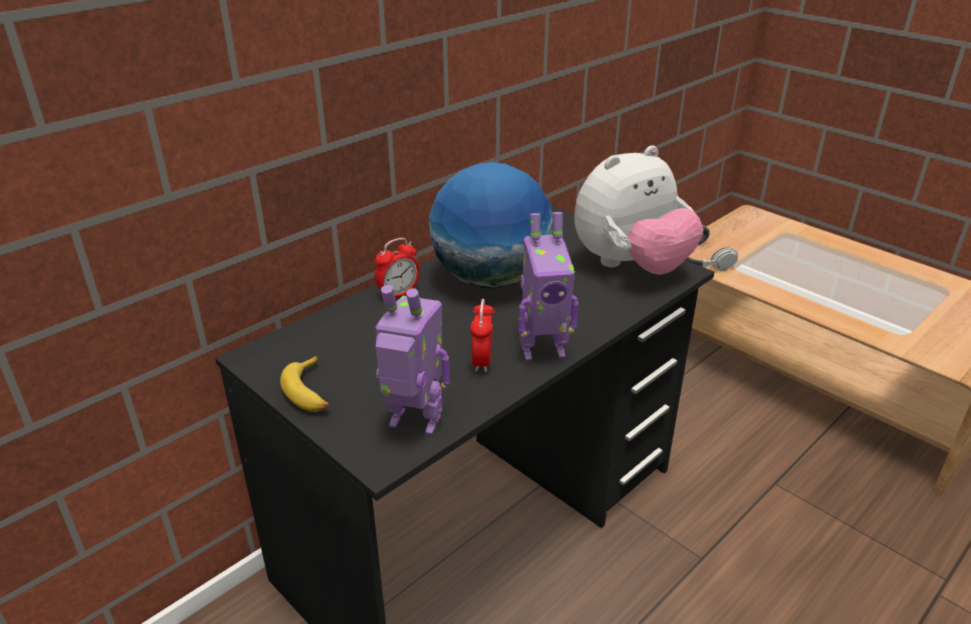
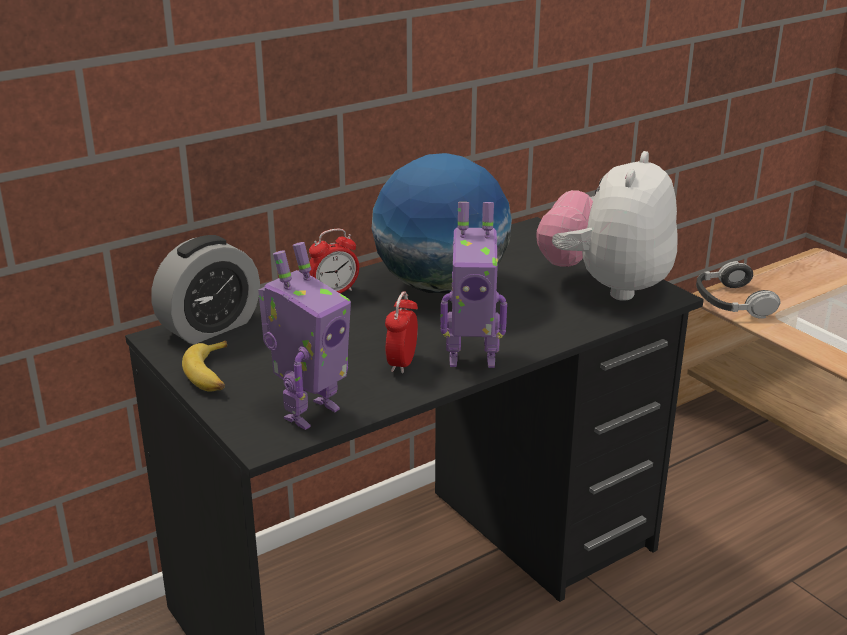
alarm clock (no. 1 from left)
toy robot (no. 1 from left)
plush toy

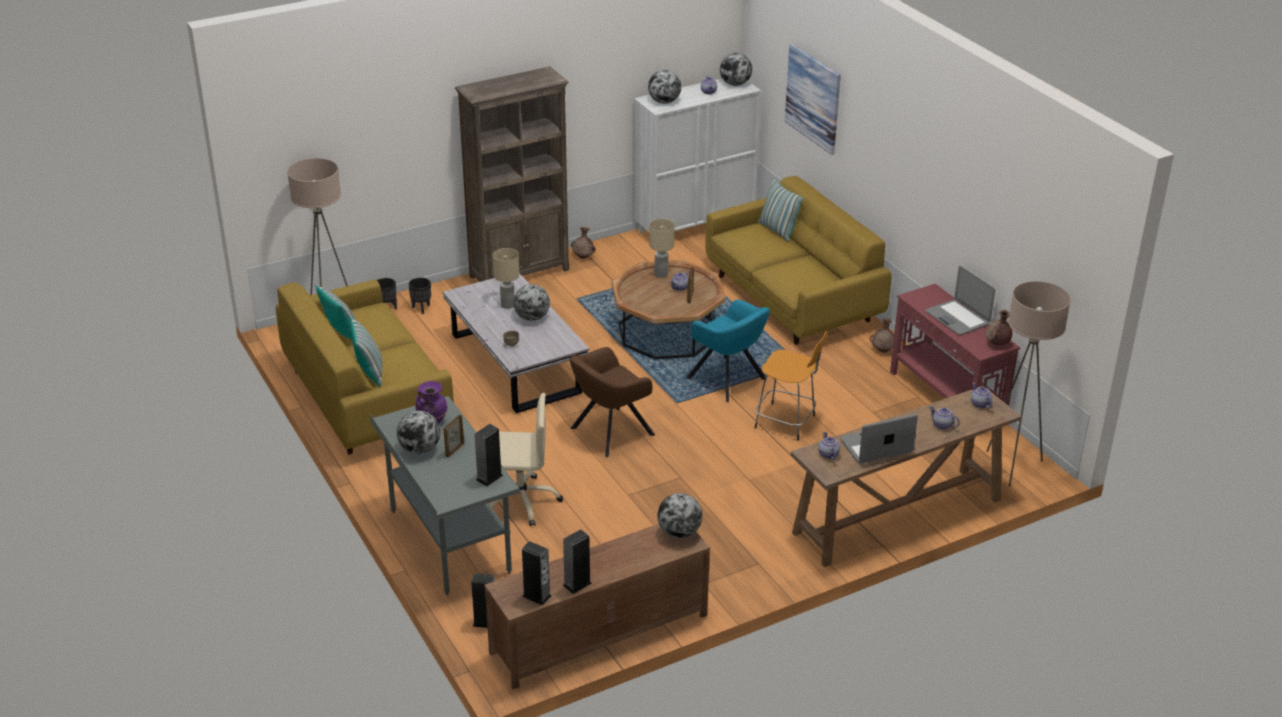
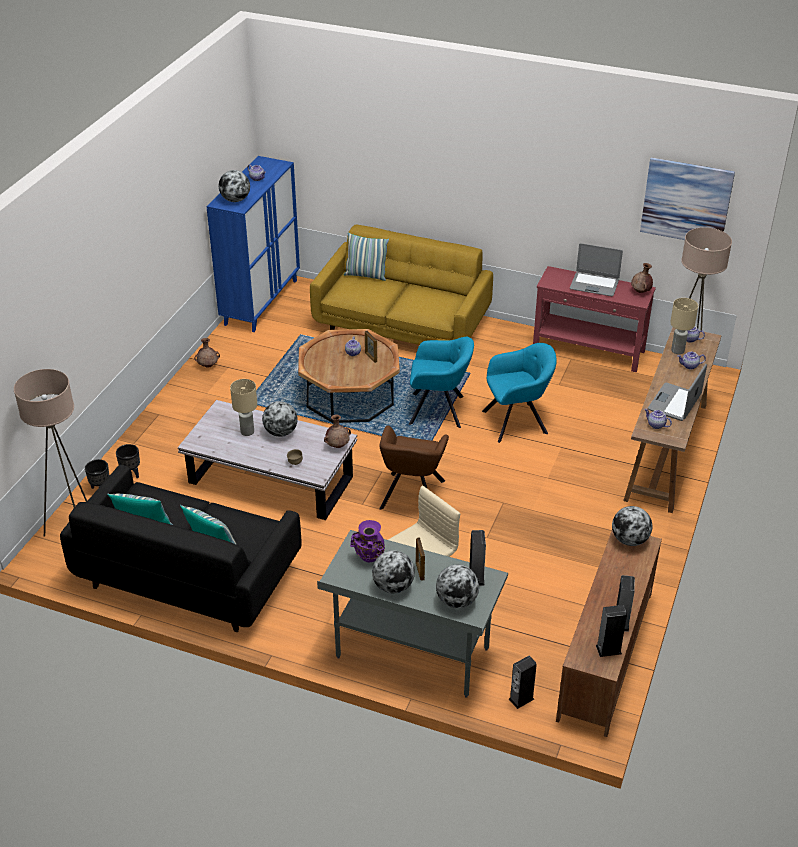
brown bookcase
beige table lamp (no. 2 from left)
globe (no. 4 from left)
picture
brown vase (no. 2 from left)
turquoise armchair (no. 2 from left)
black sofa
blue cabinet

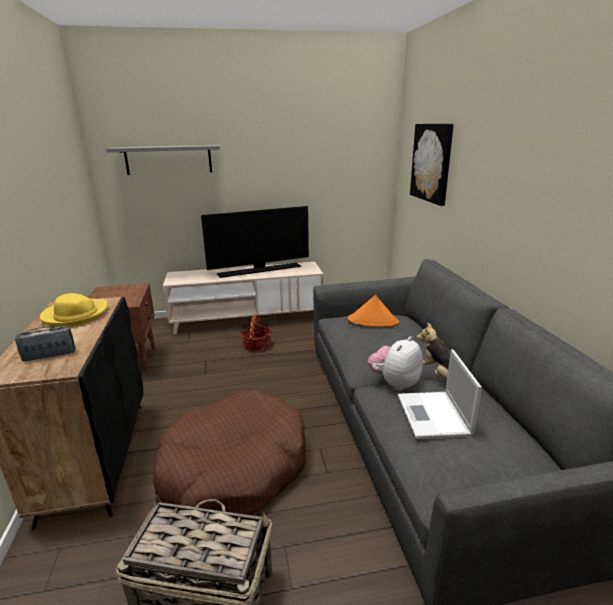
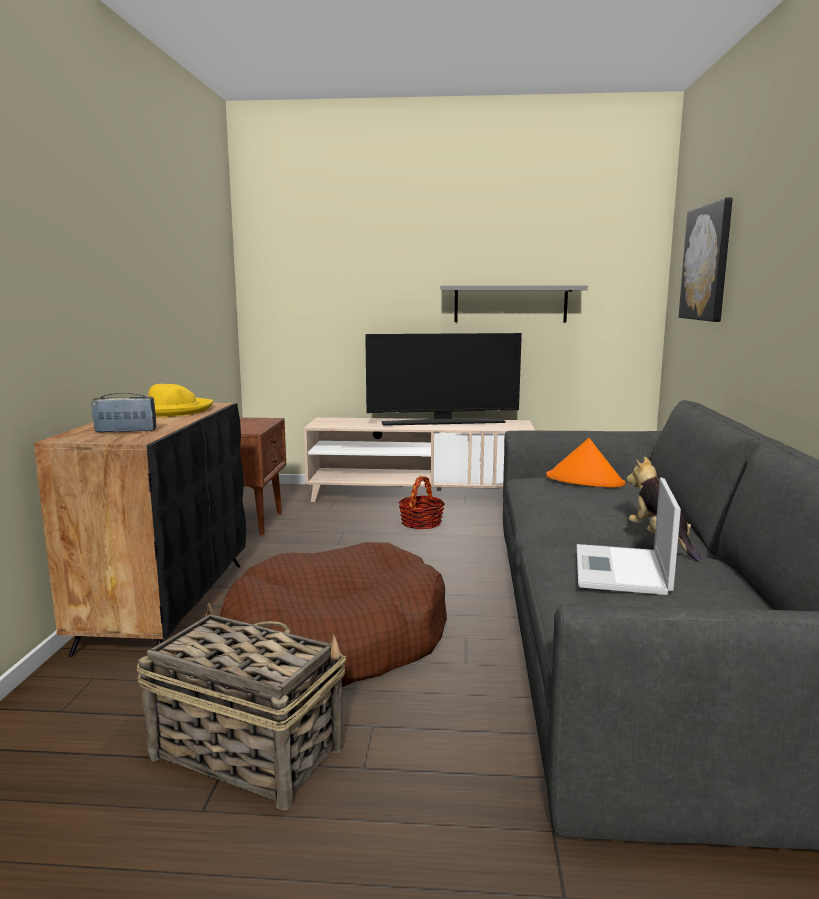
plush toy (no. 1 from left in the first image)
grey shelf

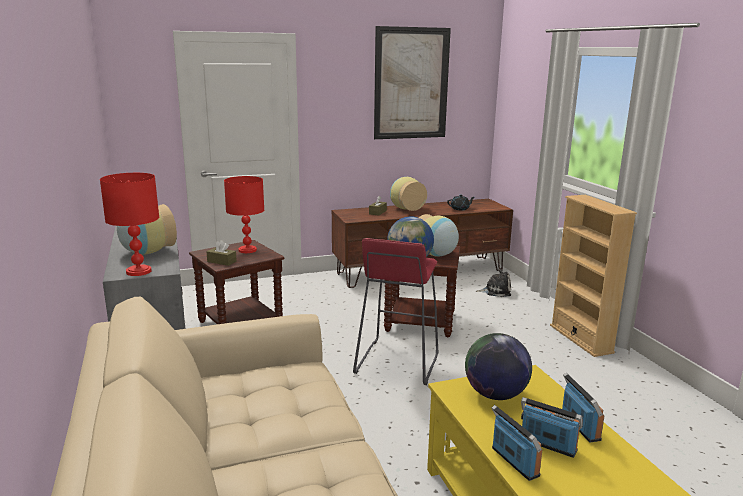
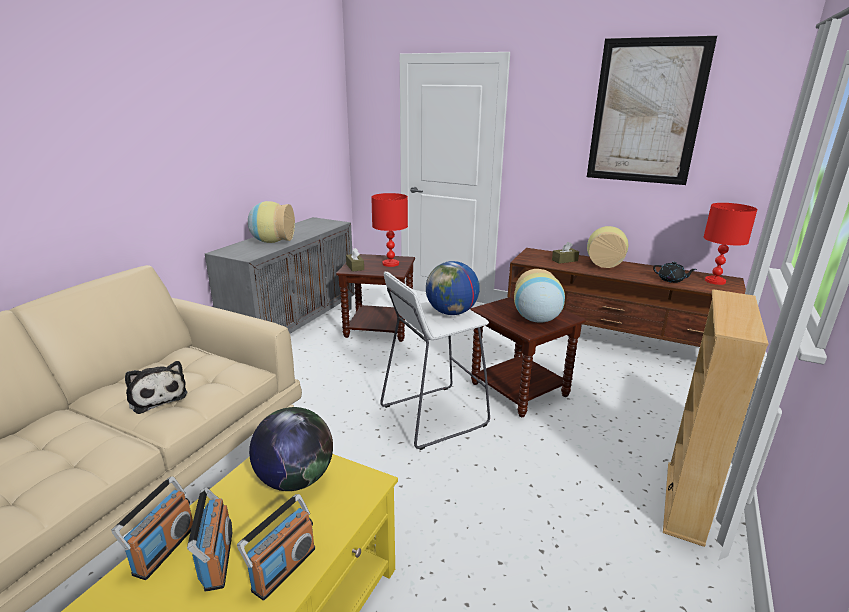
red table lamp (no. 2 from left)
plush toy
white stool

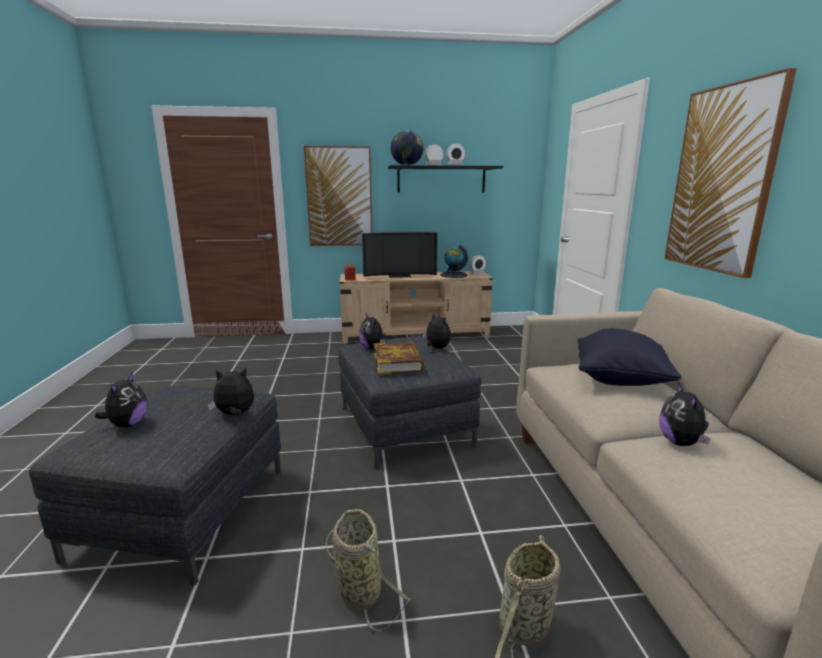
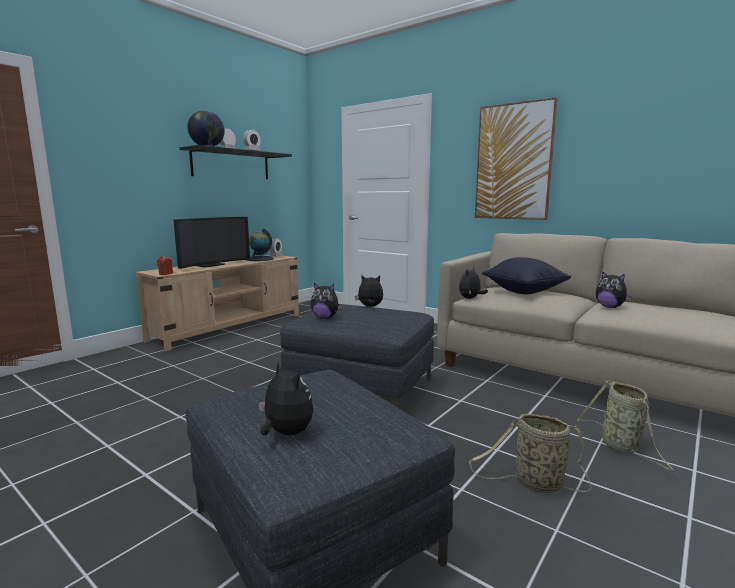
picture (no. 1 from left in the first image)
book
plush toy (no. 4 from left)

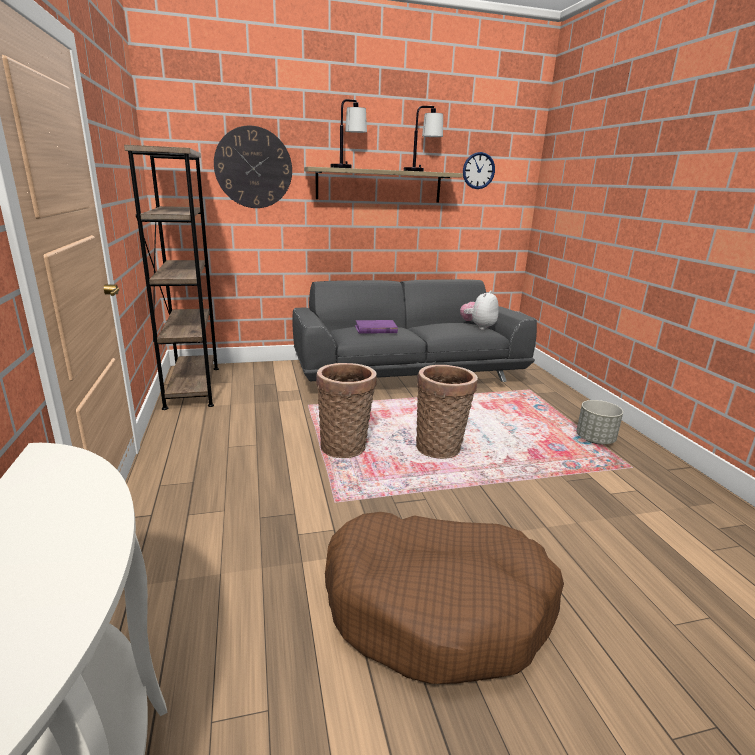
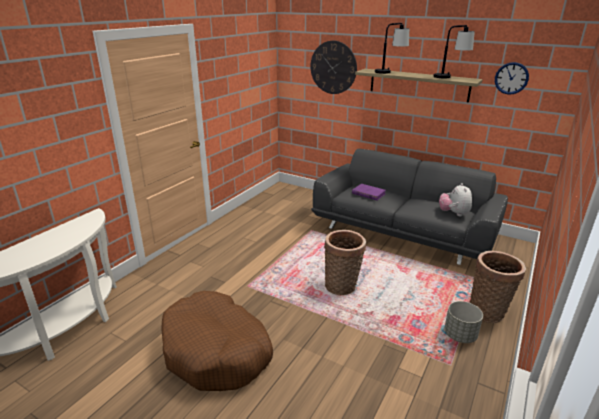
brown bookcase
basket (no. 2 from left)
plush toy

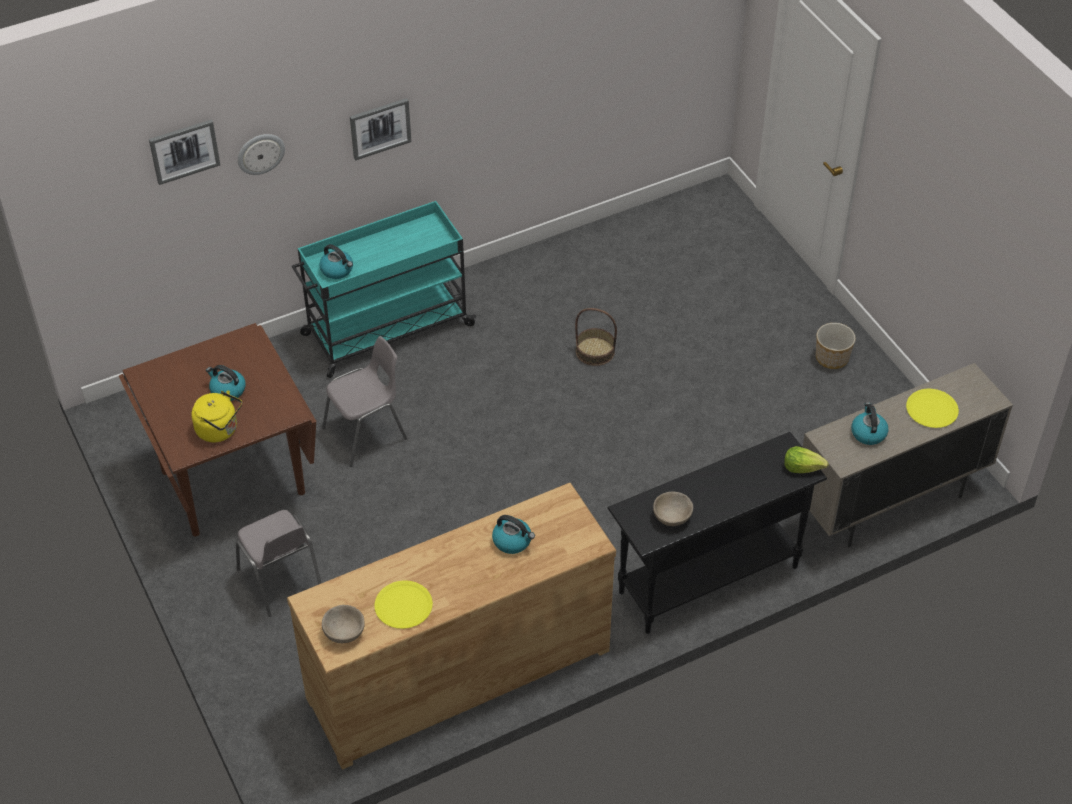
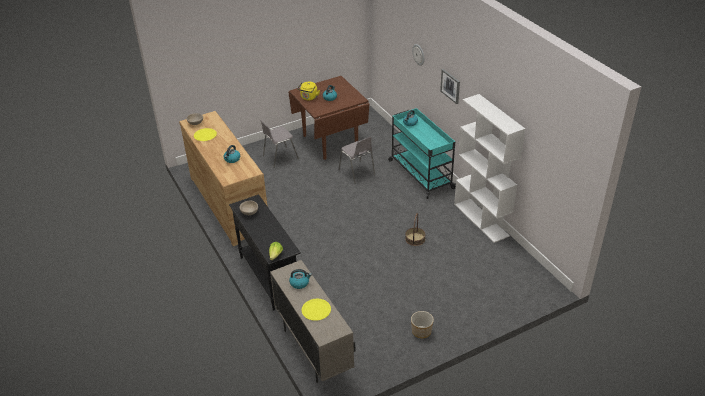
picture (no. 1 from left in the first image)
white bookcase

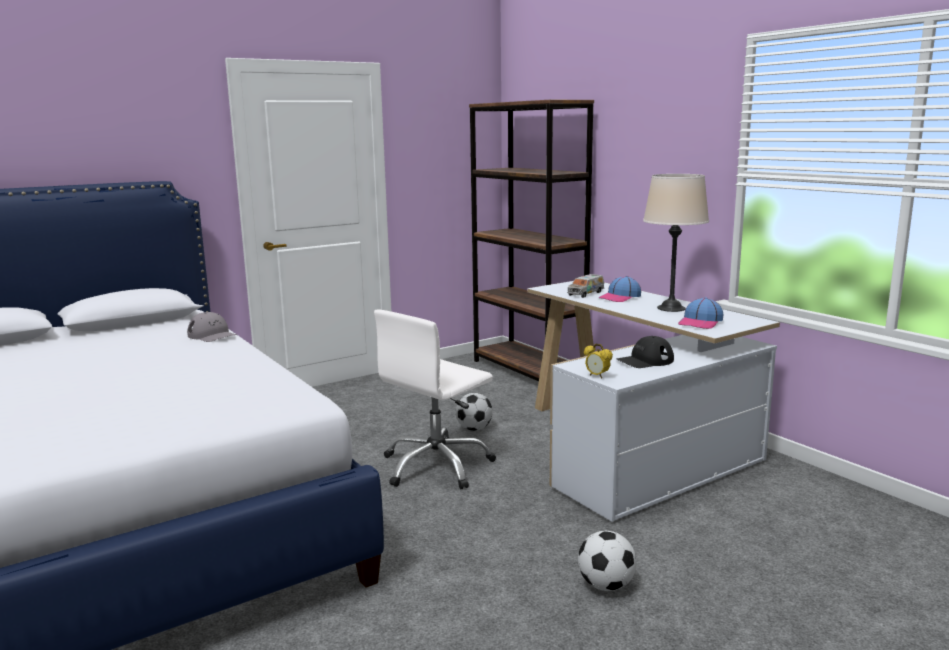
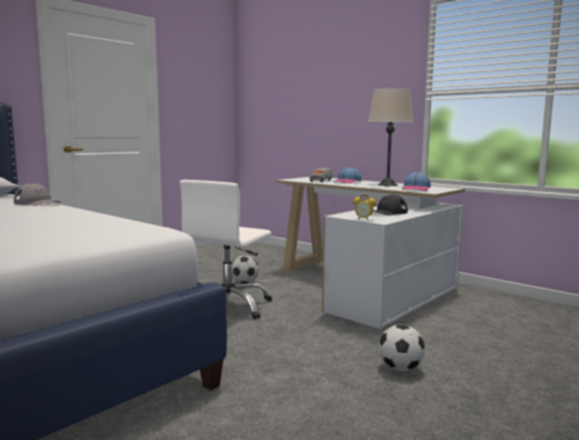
brown bookcase

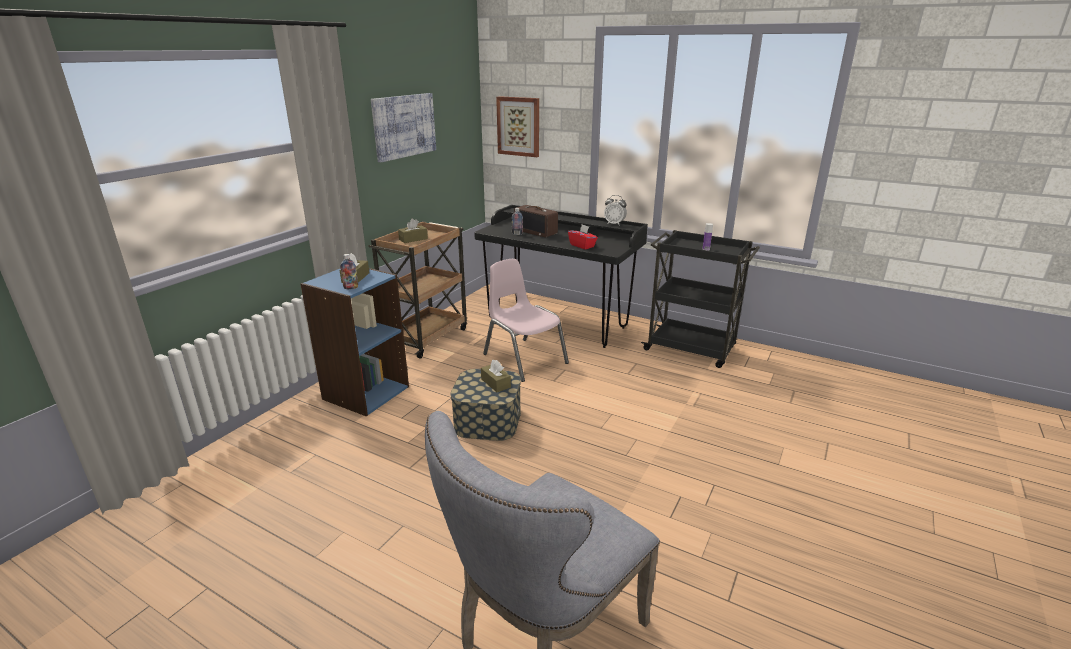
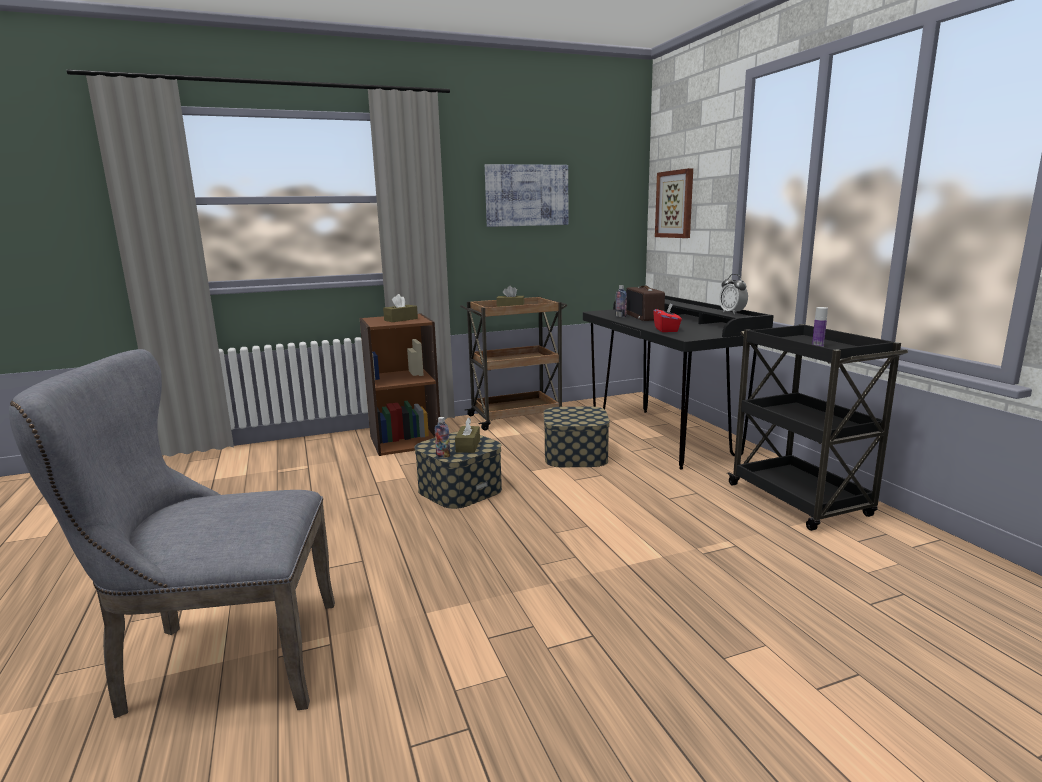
bottle (no. 1 from left)
storage box (no. 2 from left)
brown bookcase

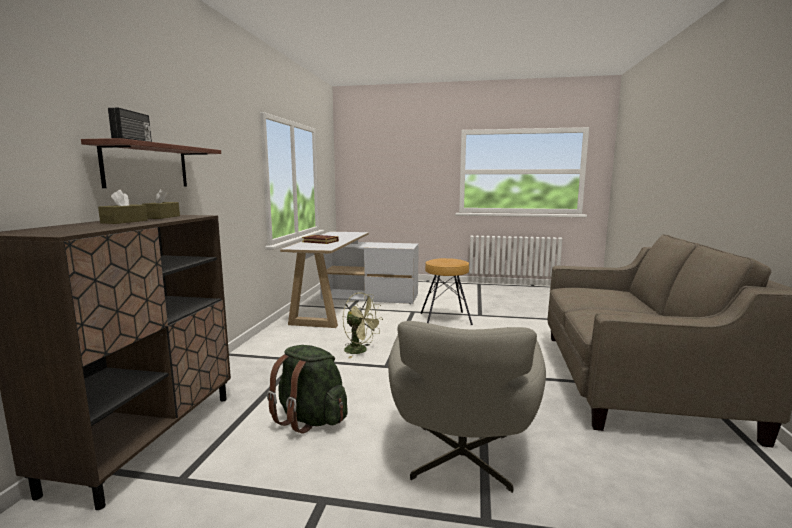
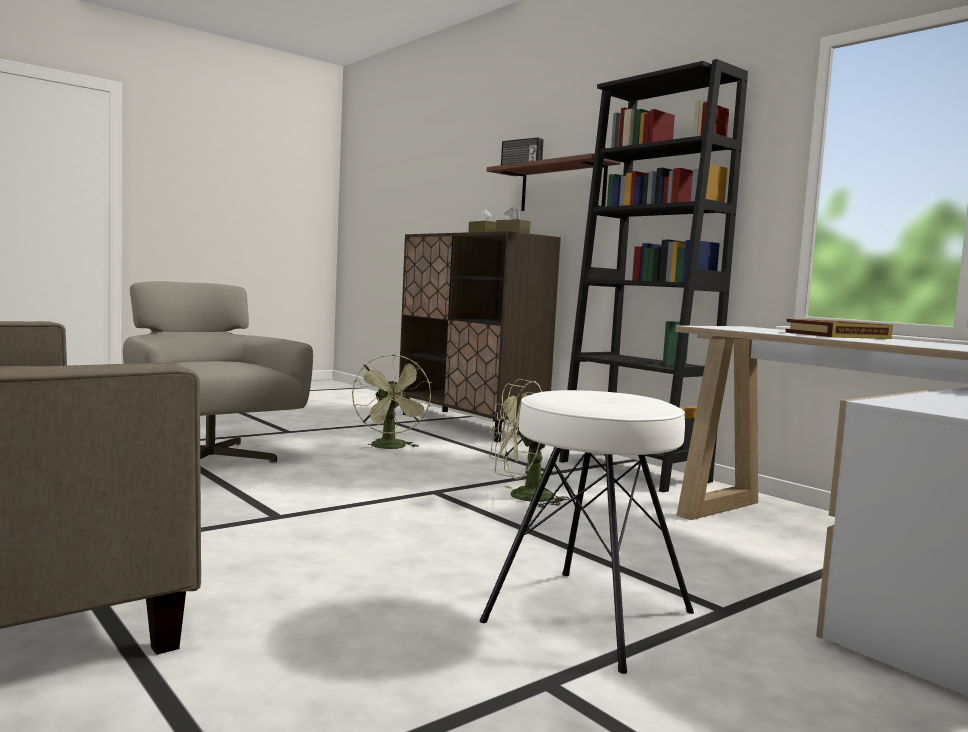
black bookcase
green fan (no. 1 from left)
white stool

